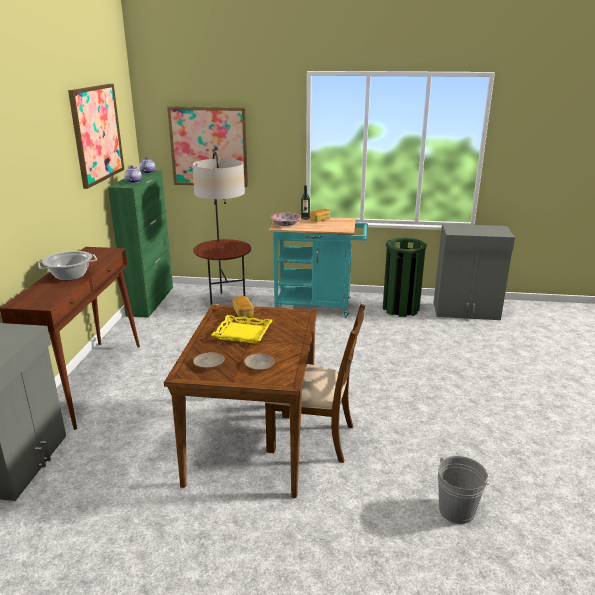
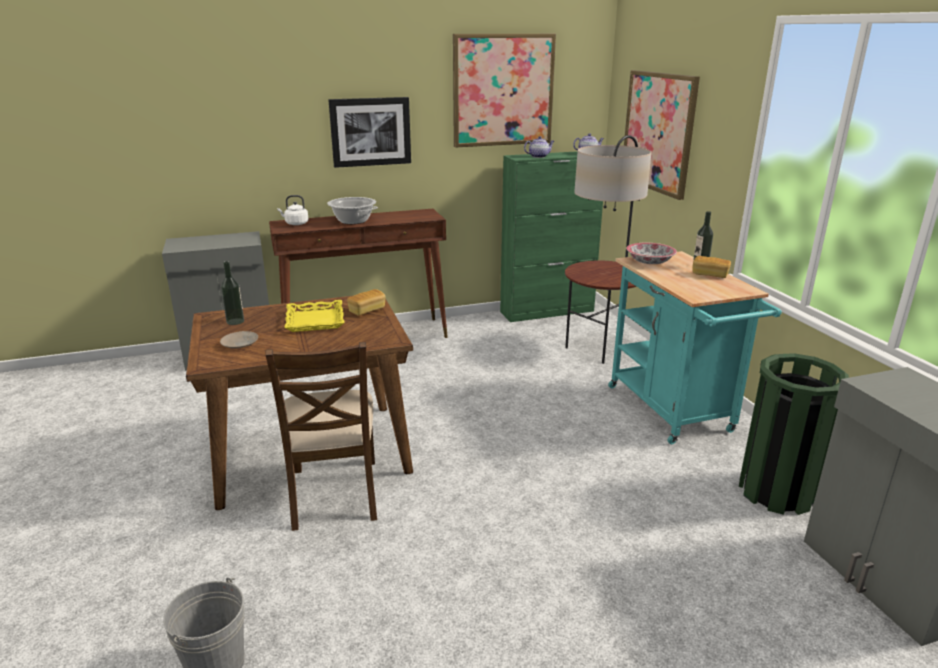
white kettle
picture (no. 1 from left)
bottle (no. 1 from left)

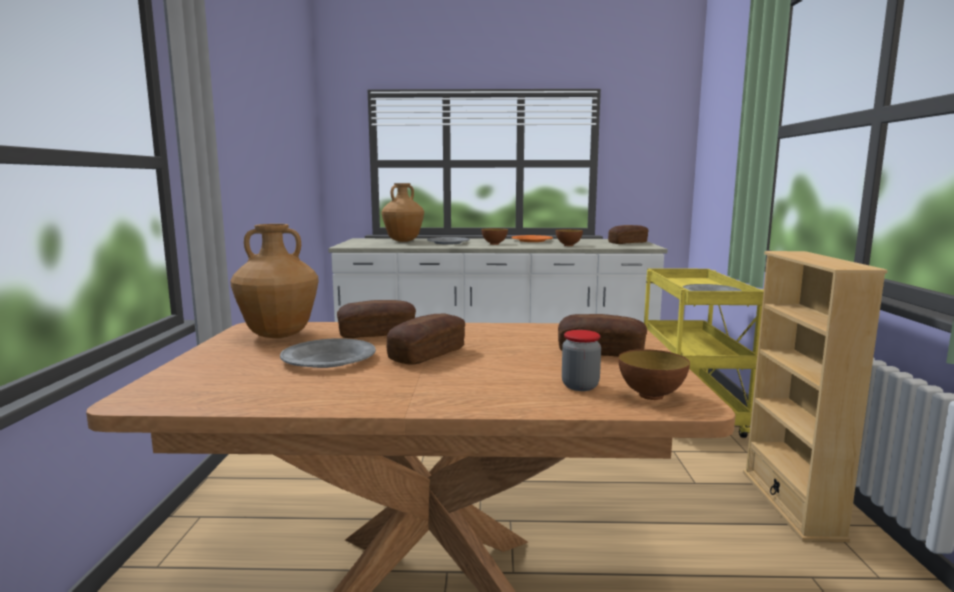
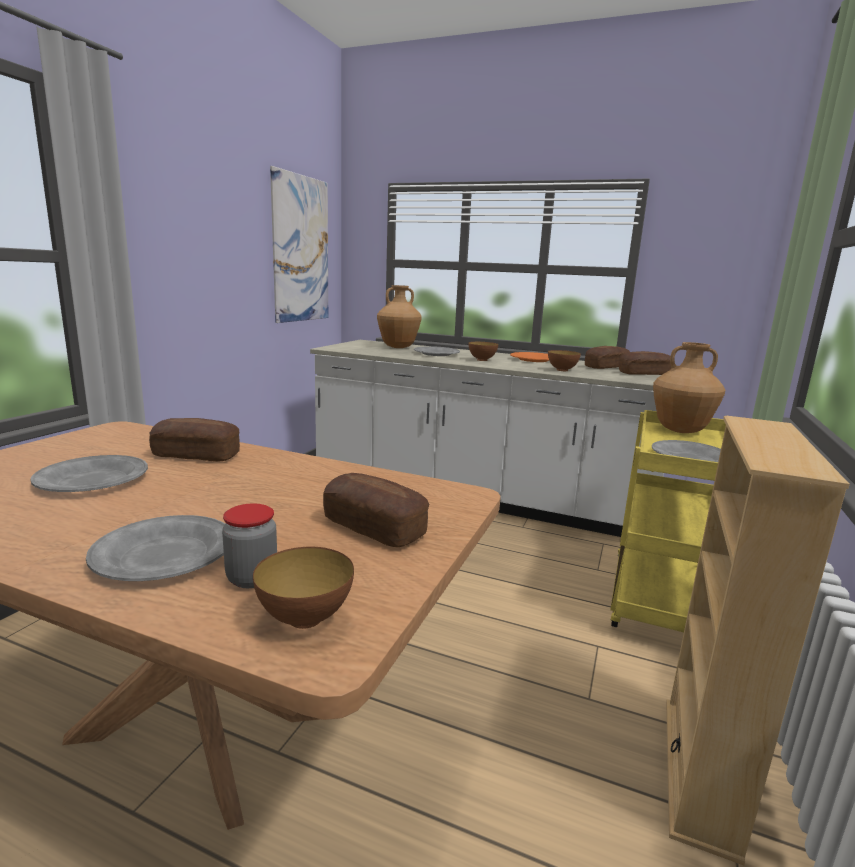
grey plate (no. 2 from left)
picture
brown vase (no. 2 from left)
bread (no. 3 from left)

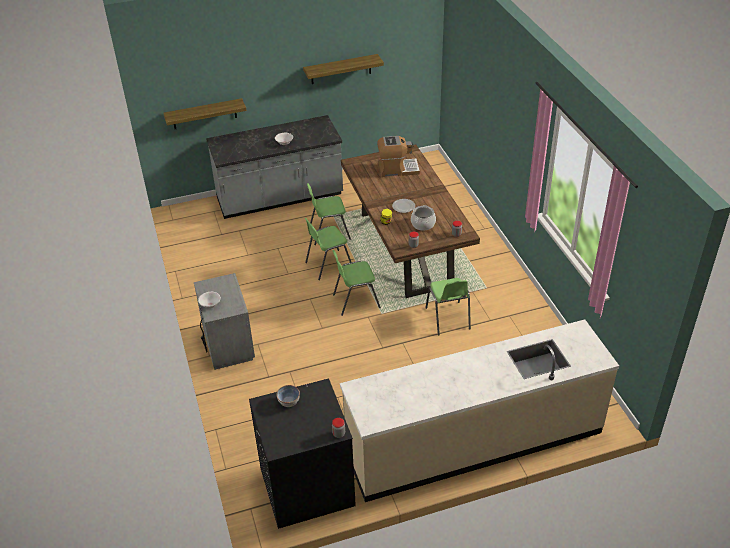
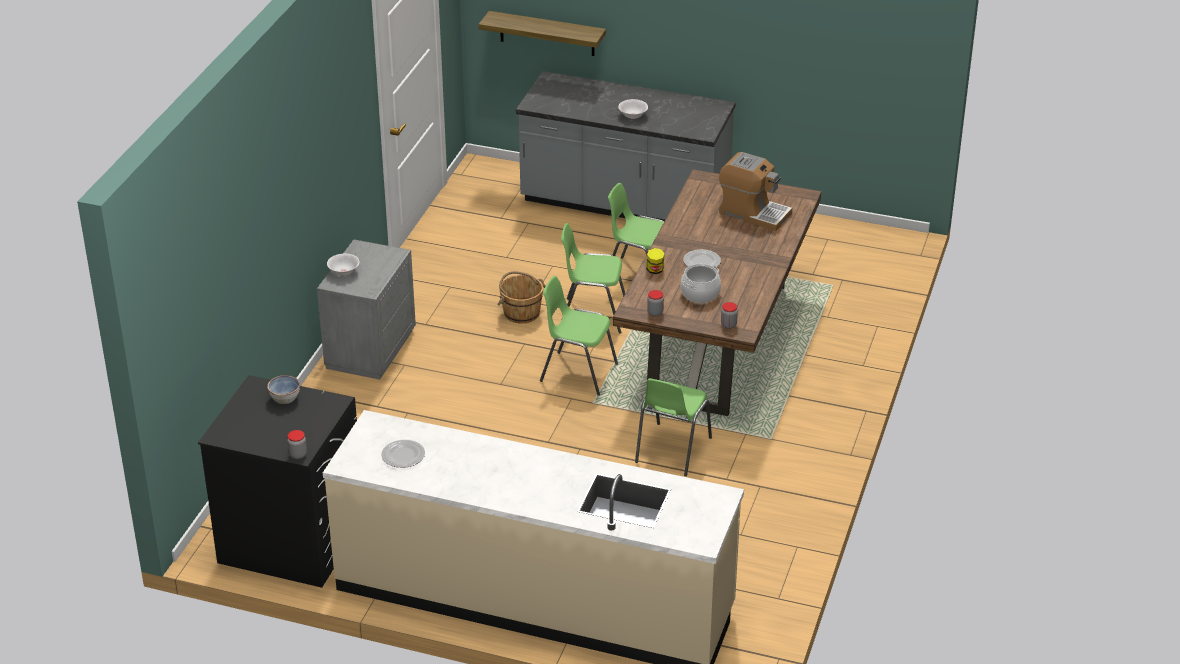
shelf (no. 2 from left in the first image)
plate (no. 1 from left)
brown bucket

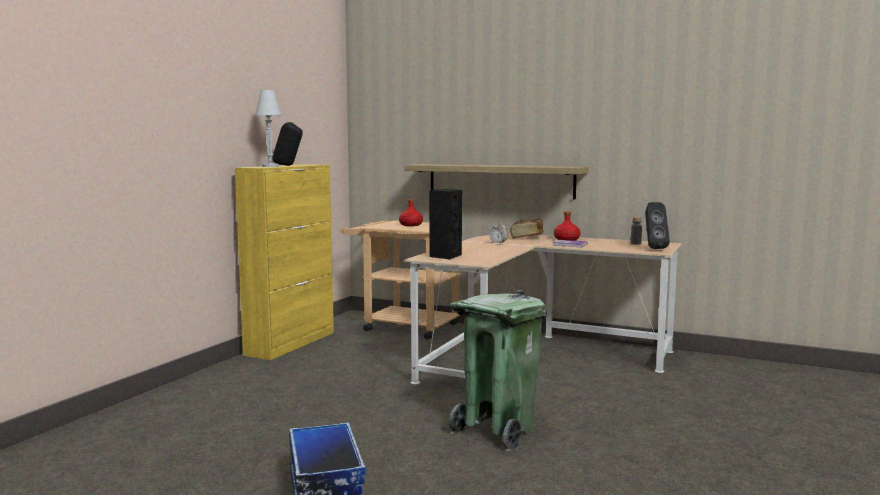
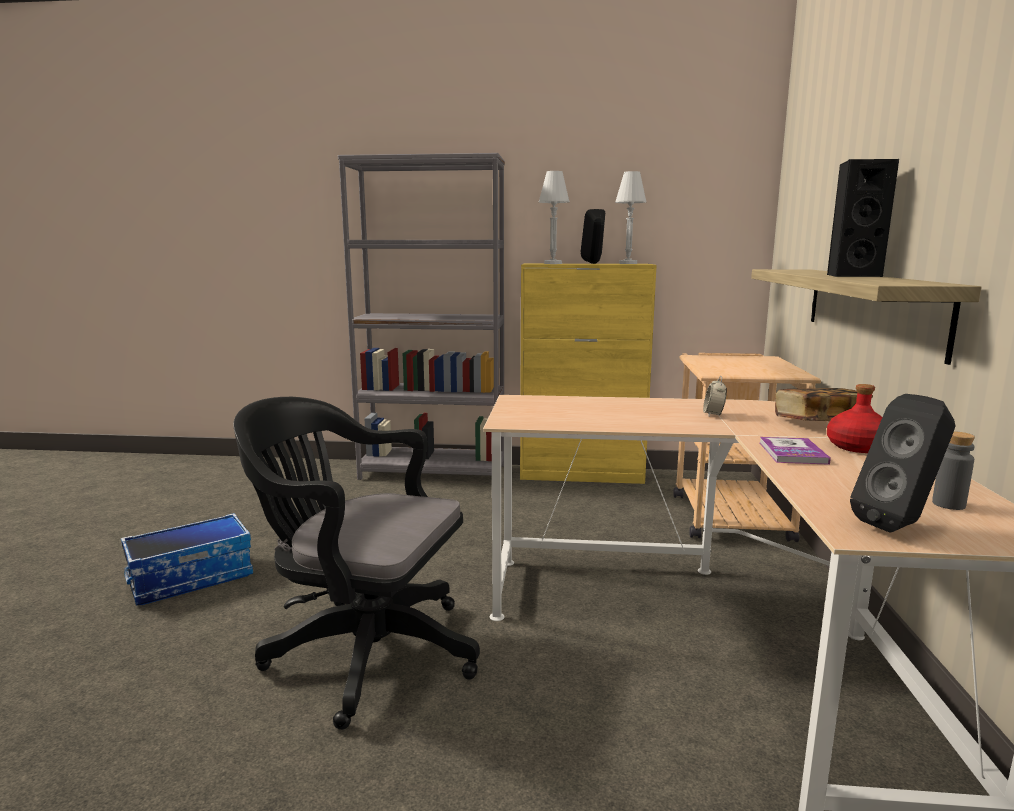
red bottle (no. 1 from left in the first image)
grey bookcase
white table lamp (no. 2 from left)
black speaker (no. 2 from left)
black office chair

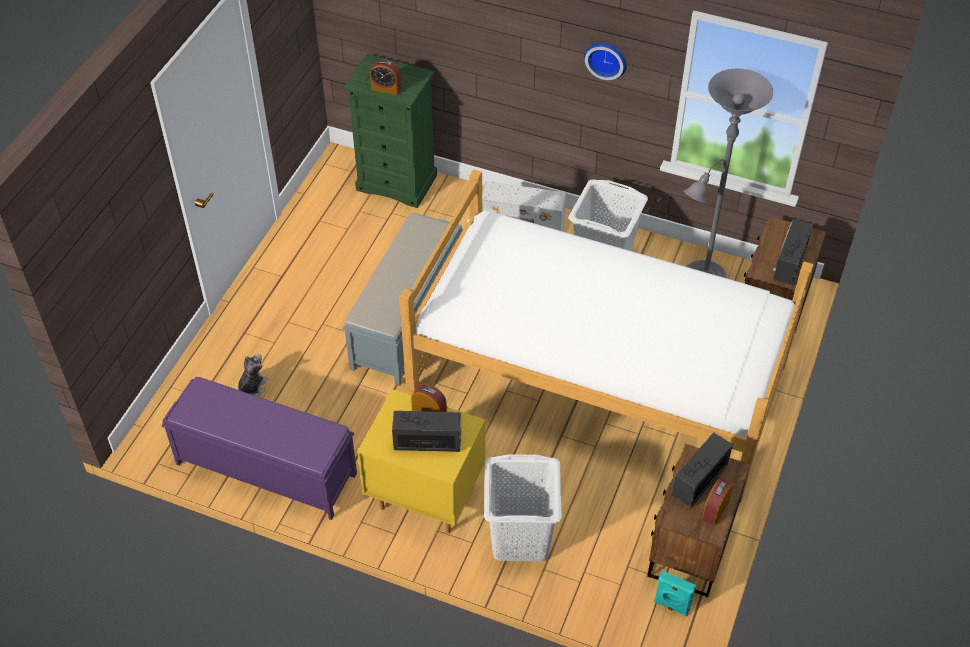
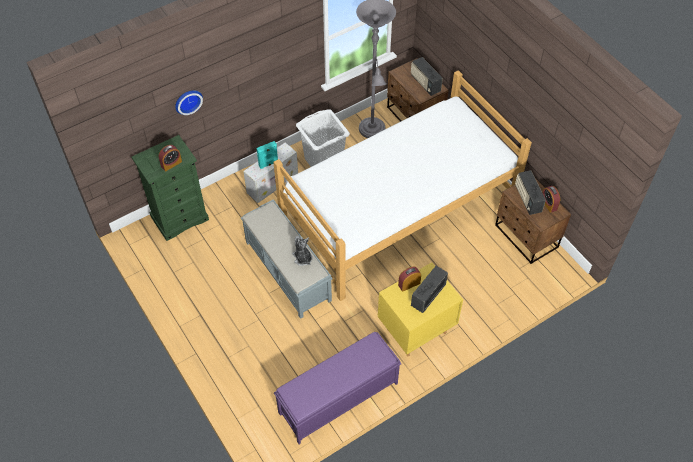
white laundry basket (no. 1 from left in the first image)
plush toy
wall clock
turquoise speaker

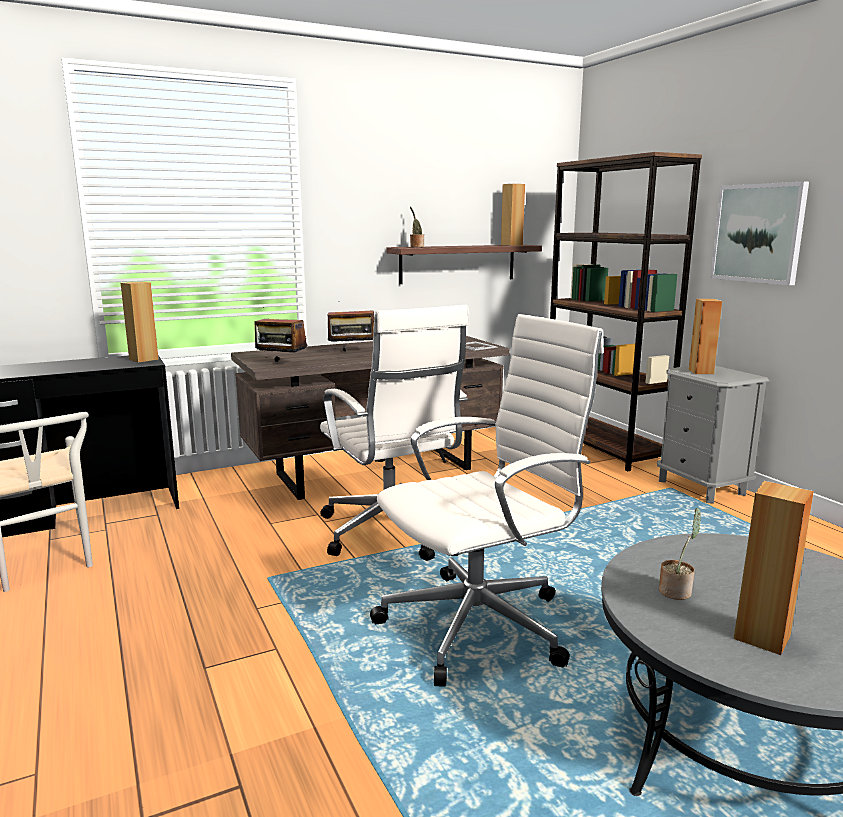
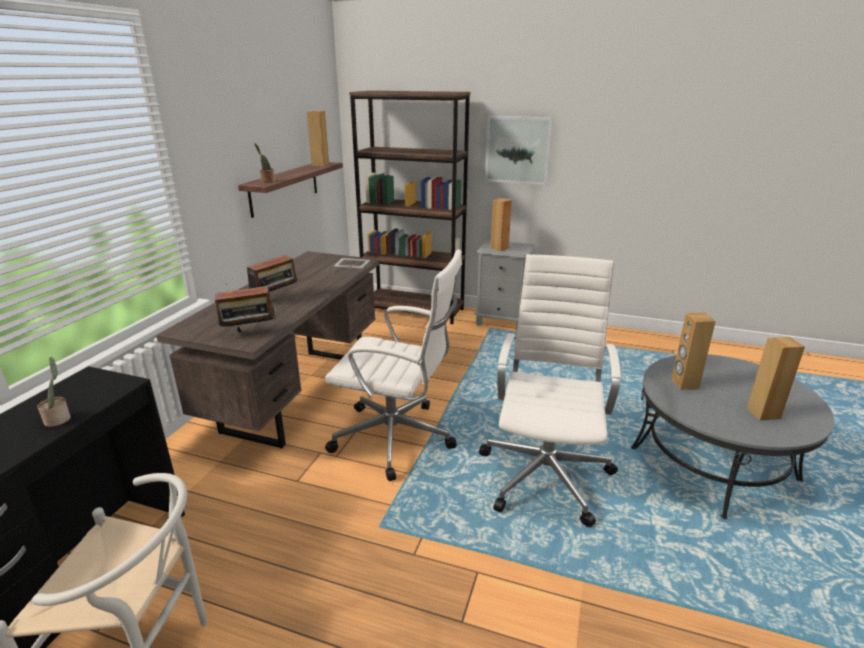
brown speaker (no. 3 from left)
potted plant (no. 1 from left)

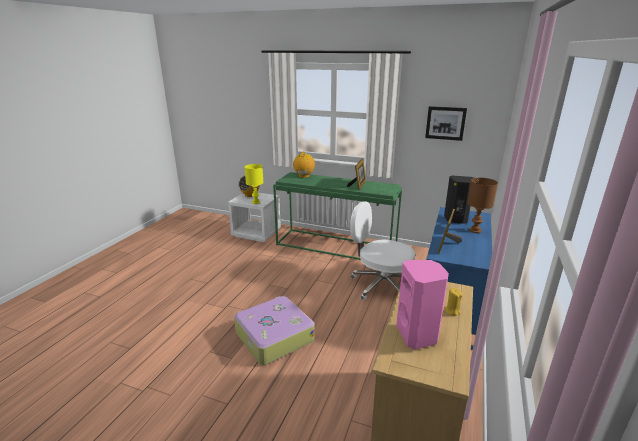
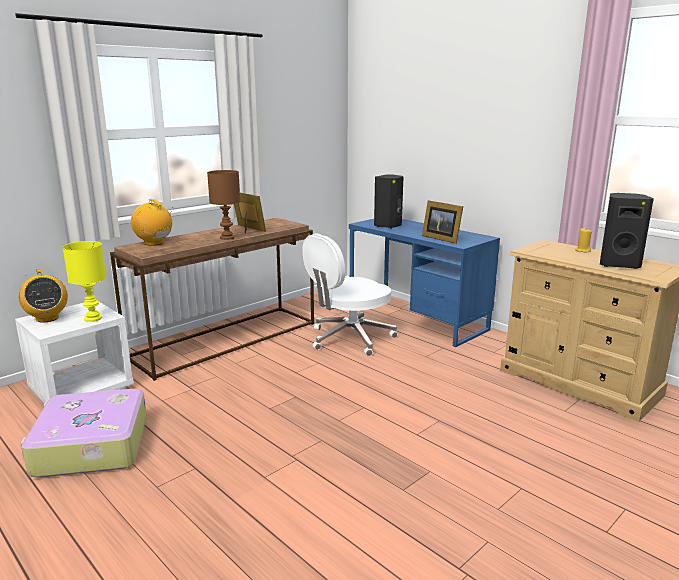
picture
suitcase
brown table lamp
brown console table
black speaker (no. 2 from left)

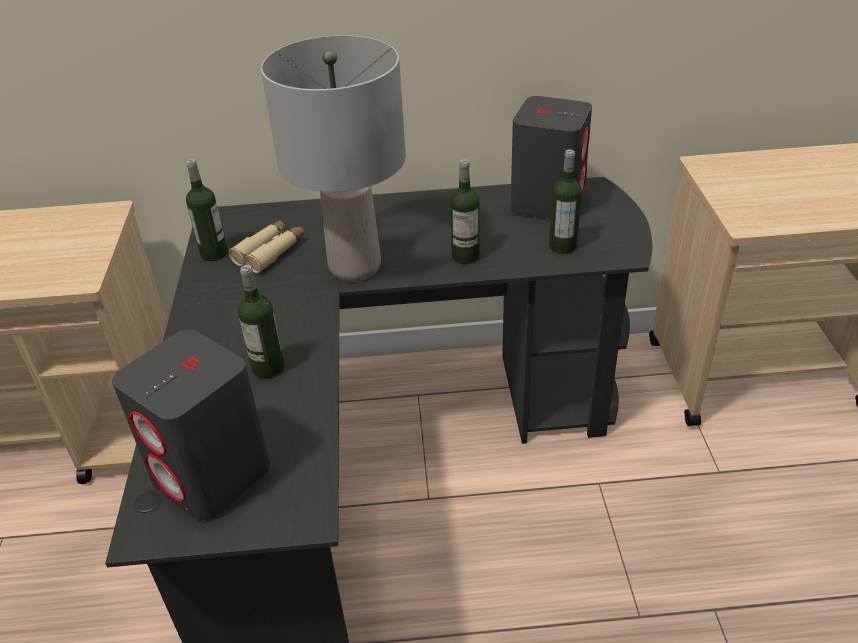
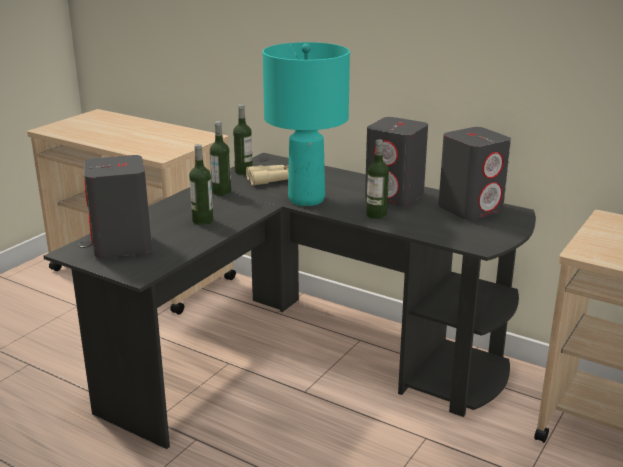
grey speaker (no. 2 from left)
bottle (no. 2 from left)
turquoise table lamp

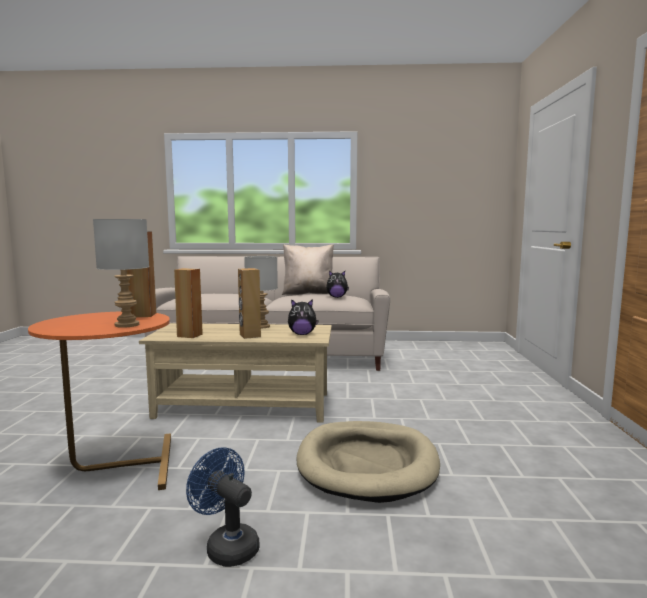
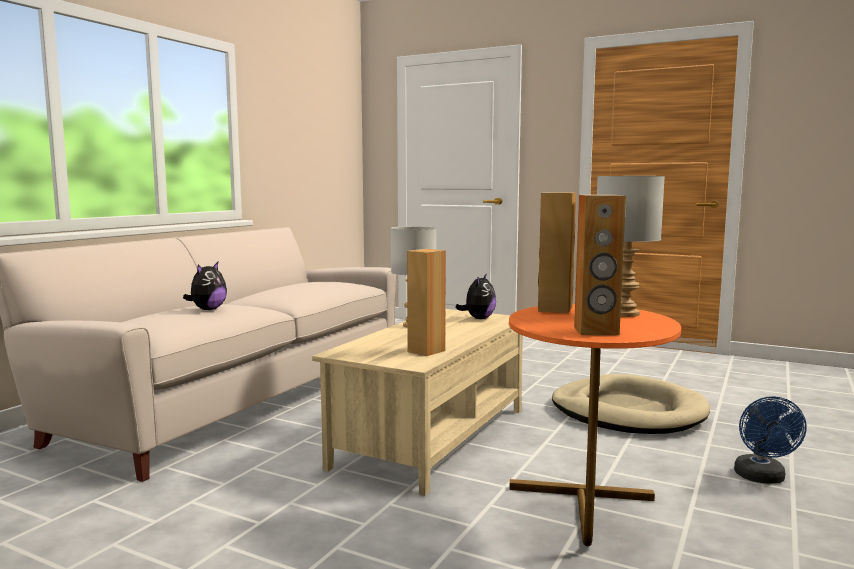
beige pillow
brown speaker (no. 3 from left)
plush toy (no. 1 from left)
blue fan

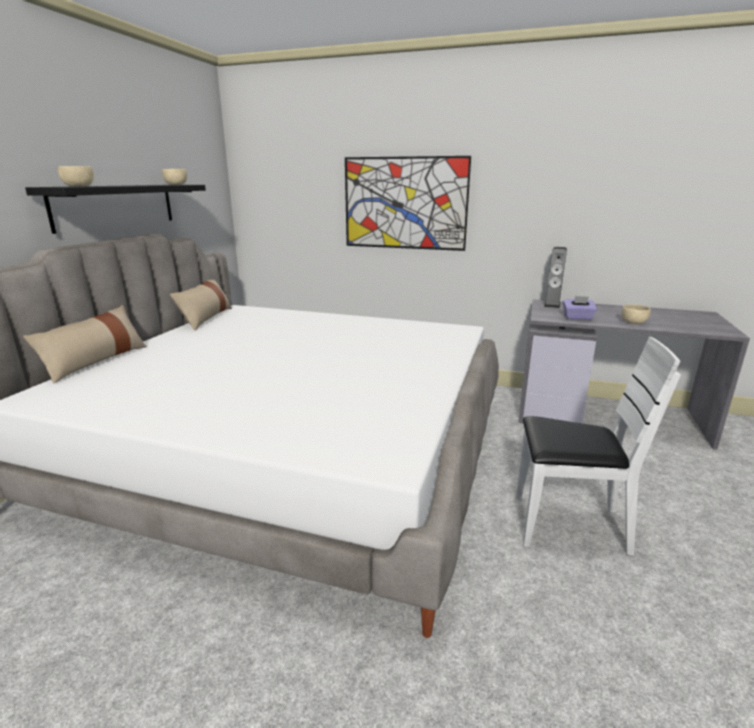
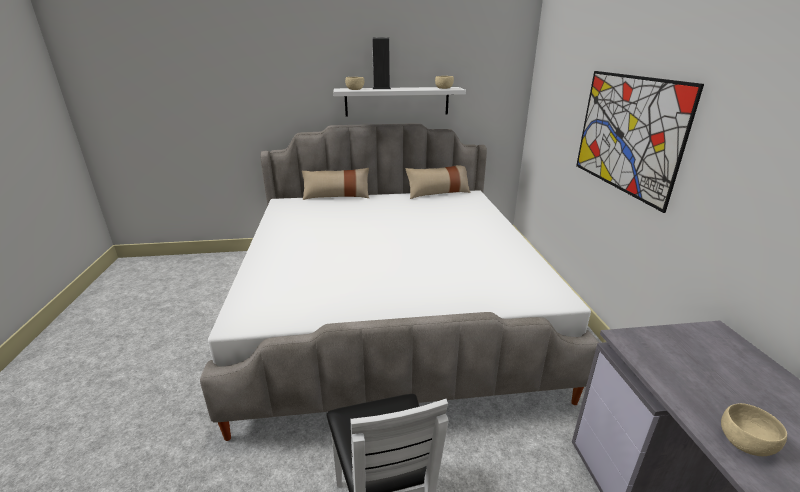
purple tissue box
speaker
white shelf

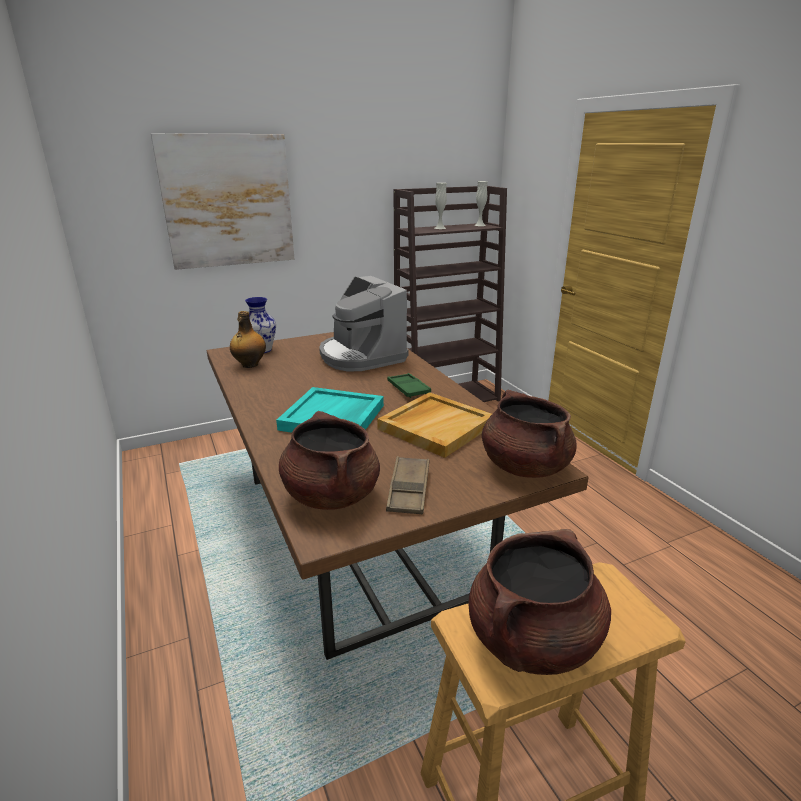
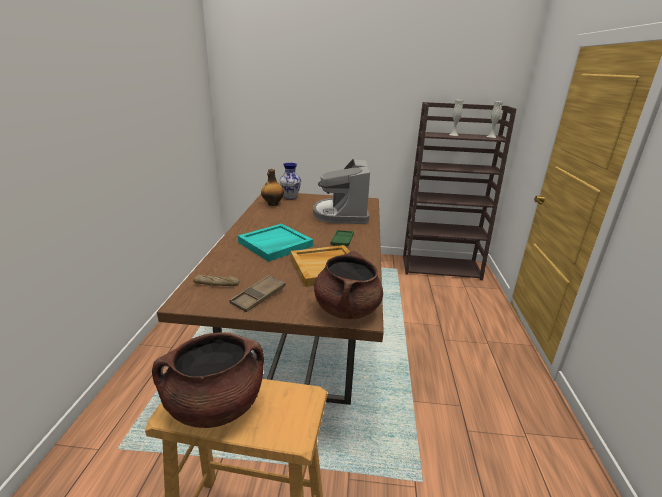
picture
bread

